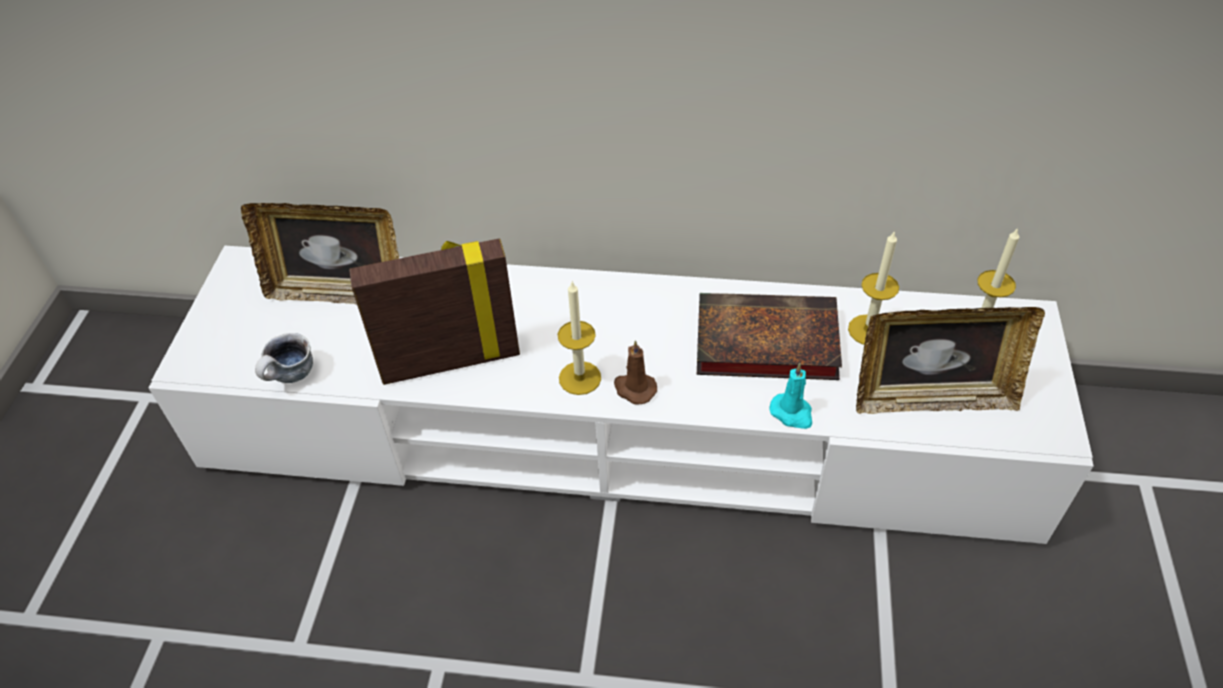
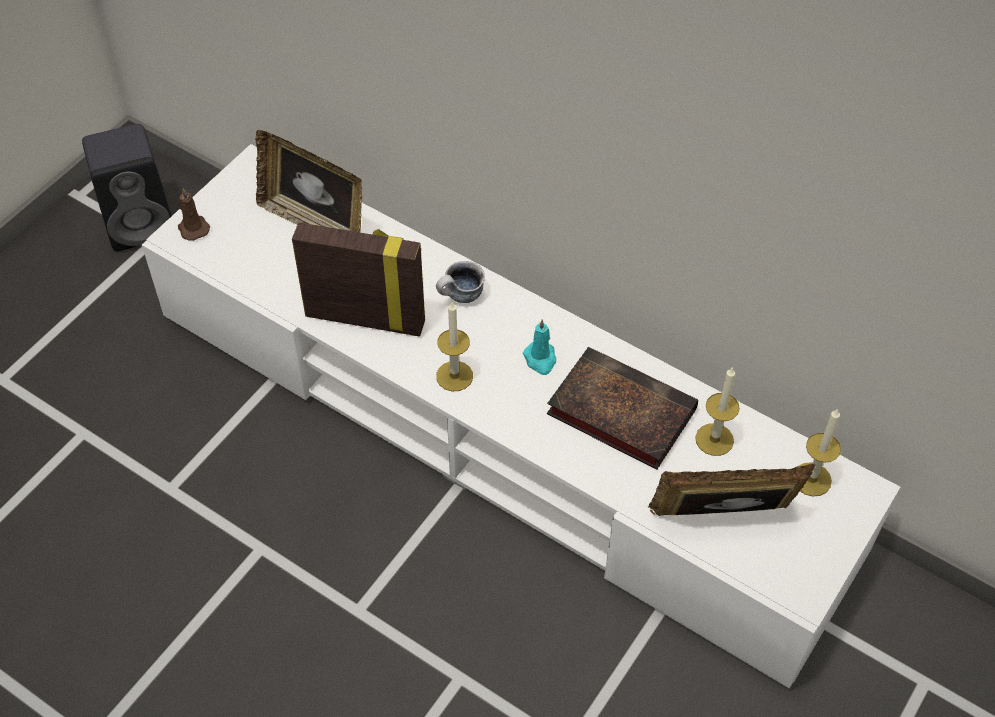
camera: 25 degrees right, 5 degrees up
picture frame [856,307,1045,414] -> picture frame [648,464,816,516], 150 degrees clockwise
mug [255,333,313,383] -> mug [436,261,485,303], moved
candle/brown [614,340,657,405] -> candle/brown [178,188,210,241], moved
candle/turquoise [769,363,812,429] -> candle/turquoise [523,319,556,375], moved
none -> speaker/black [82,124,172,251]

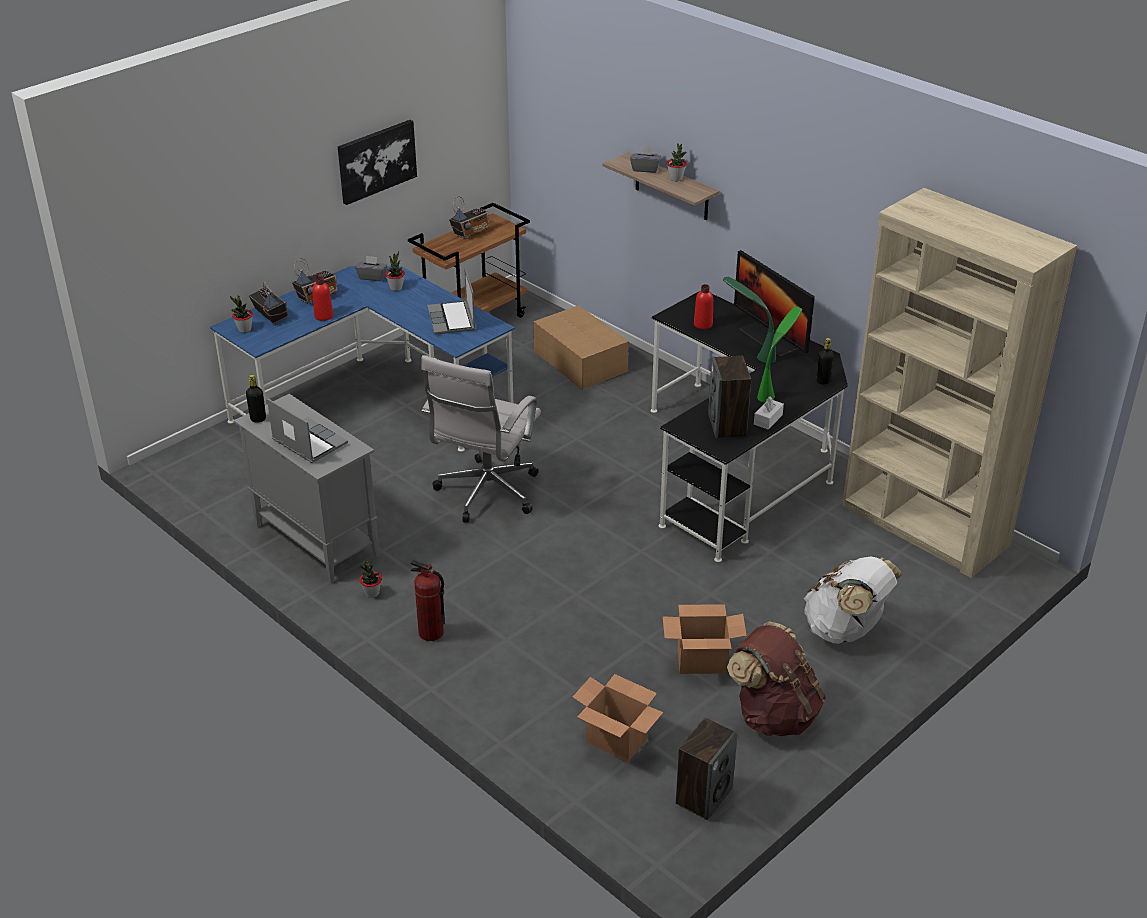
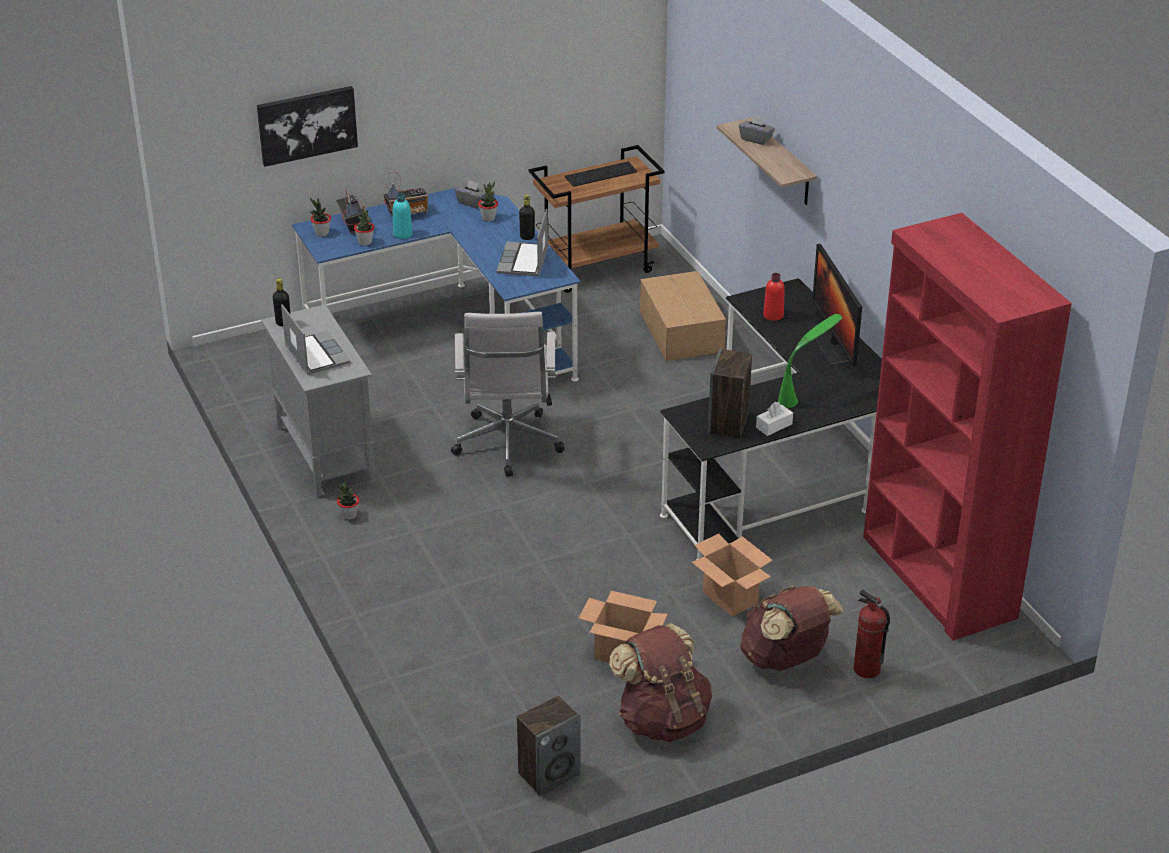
camera: 20 degrees right, 0 degrees up
picture [338,120,417,205] -> picture [257,86,358,167], moved
potted plant [667,143,687,181] -> potted plant [354,208,375,246], moved
bookcase/beige [842,188,1077,578] -> bookcase/red [863,213,1072,641]
radio [449,196,489,239] -> keyboard [565,161,637,187]
bottle/red [312,276,333,321] -> bottle/turquoise [393,193,413,239]
table lamp/green [723,276,776,363] -> none
bottle/black [816,338,834,385] -> bottle/black [519,195,535,240], moved
office chair/white [421,355,541,523] -> office chair/white [451,312,565,477], 45 degrees counterclockwise
backpack/white [804,557,902,644] -> backpack/brown [740,586,844,671]
fire extinguisher [411,560,445,641] -> fire extinguisher [854,590,890,678], moved
cardboard box [573,674,663,762] -> cardboard box [692,534,773,617], moved

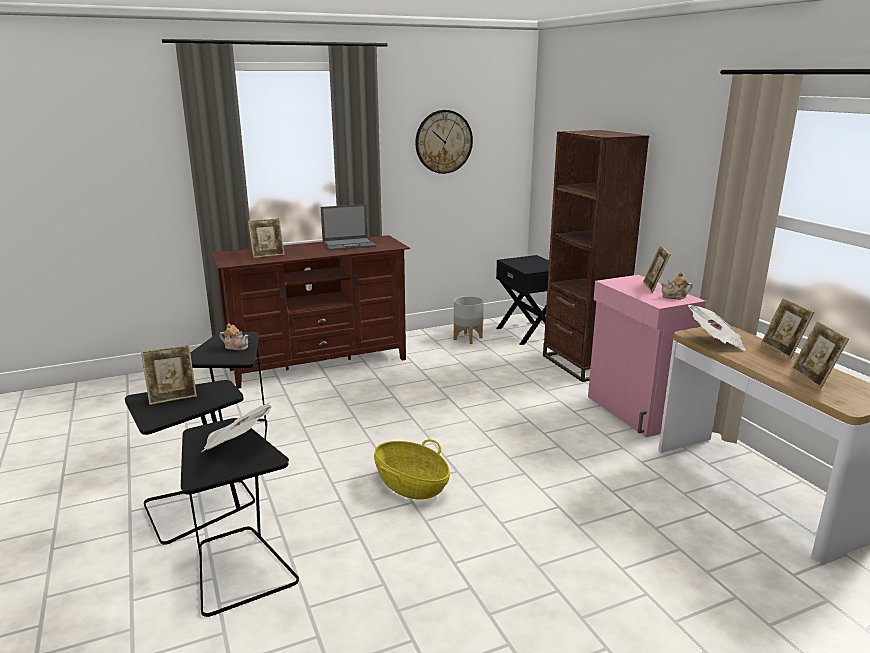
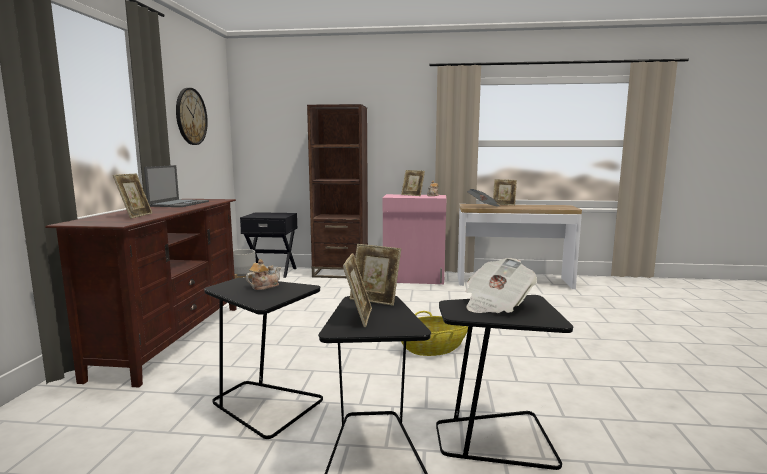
camera: 60 degrees left, 10 degrees down
picture frame [791,321,849,388] -> picture frame [349,244,401,306], moved

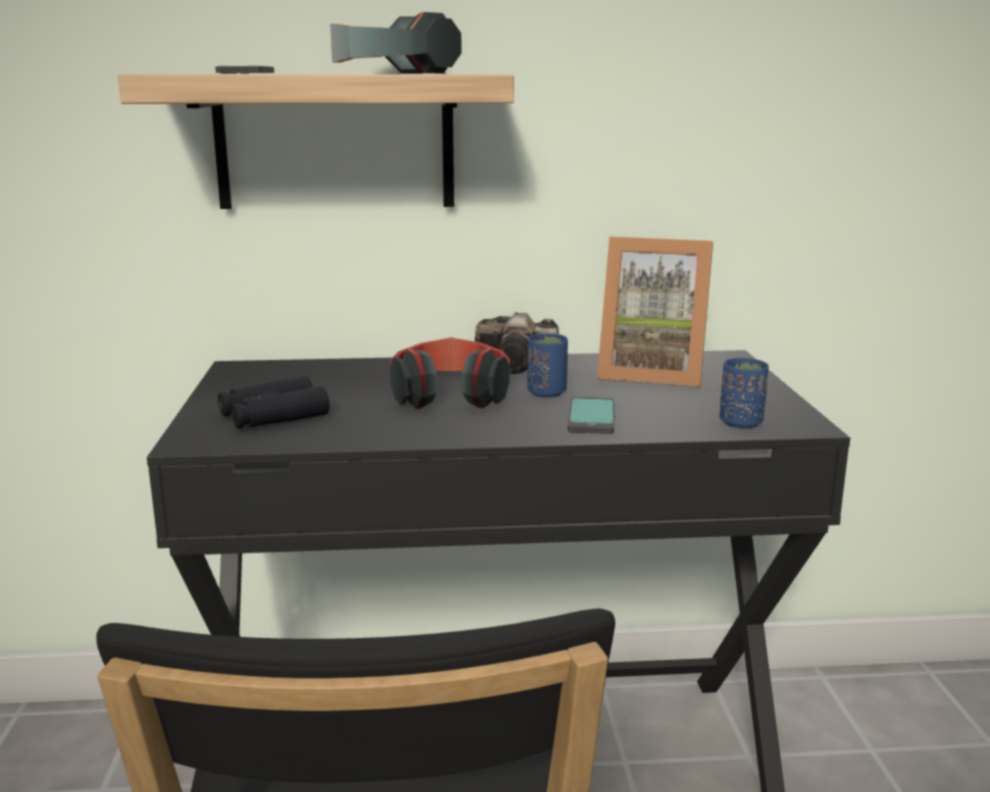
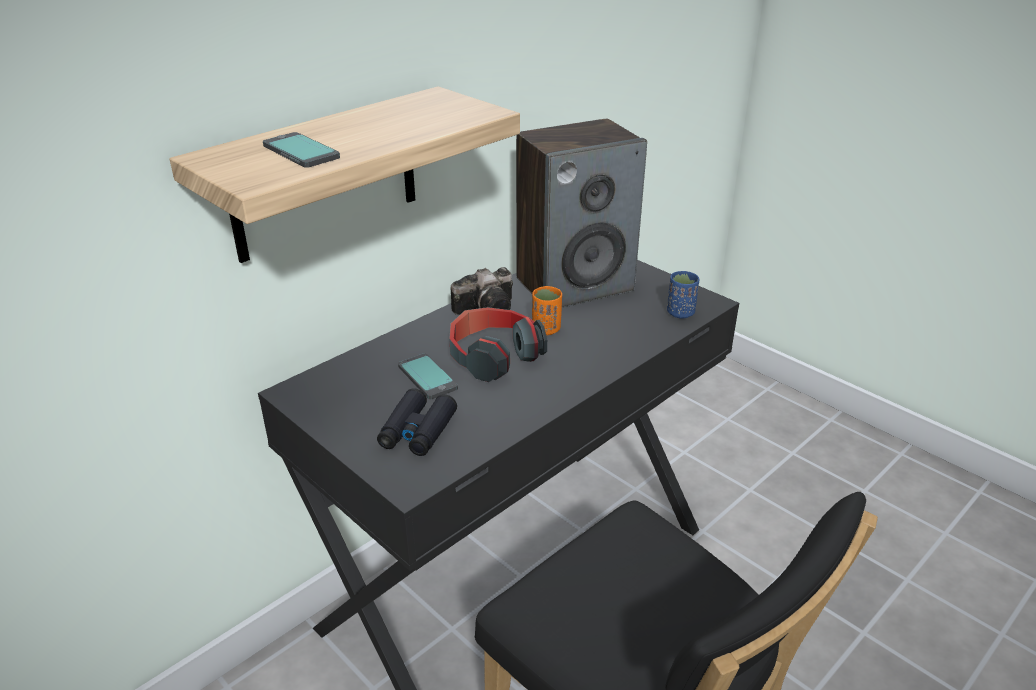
camera: 40 degrees left, 15 degrees up
headphones [330,12,462,73] -> none
picture frame [597,237,713,387] -> speaker [516,119,647,308]
cup/blue [527,333,568,398] -> cup/orange [532,286,562,335]
phone [567,397,615,434] -> phone [398,353,458,399], moved

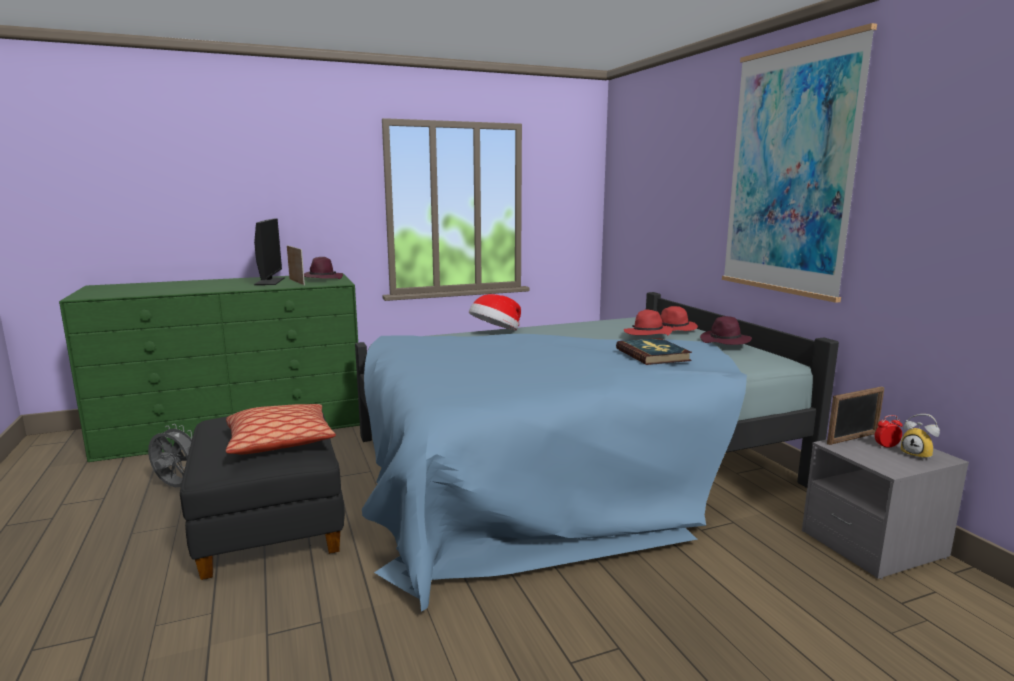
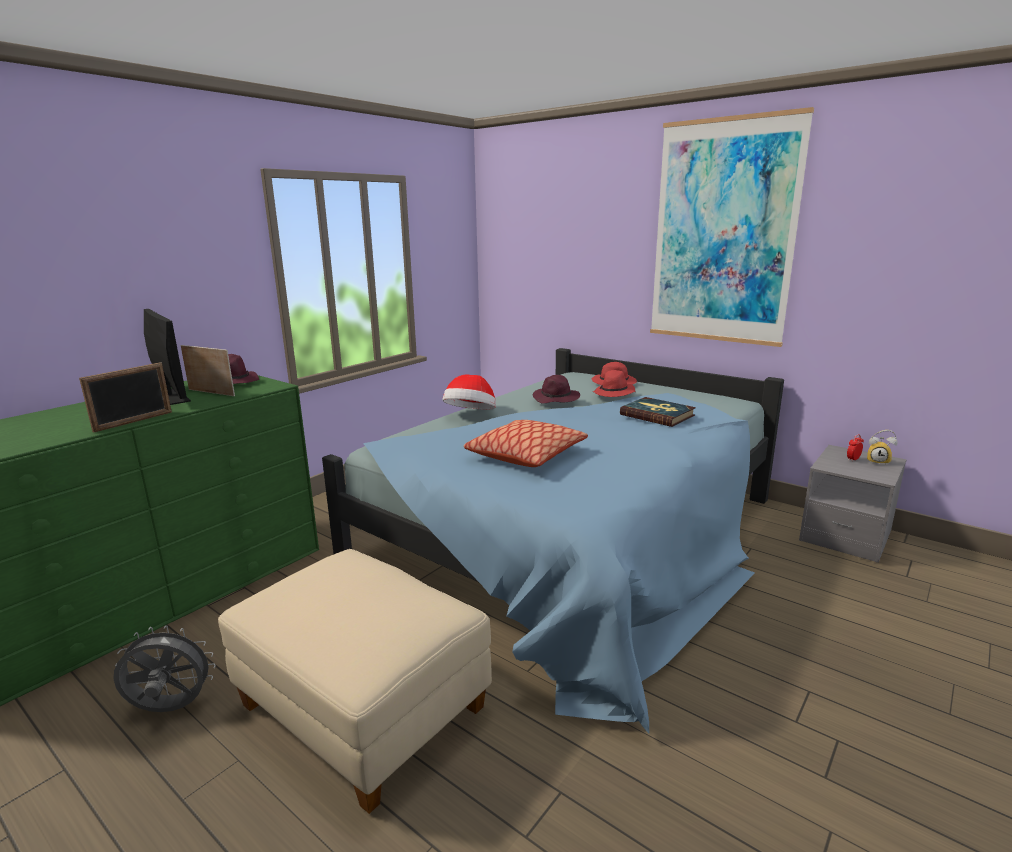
camera: 30 degrees left, 5 degrees up
hat/purple [700,316,752,345] -> hat/purple [533,375,580,403], moved
picture frame [827,387,884,445] -> picture frame [79,362,172,432], moved
pillow [226,404,336,454] -> pillow [464,420,588,467], moved
ottoman/black [180,412,345,580] -> ottoman/beige [218,549,492,814]

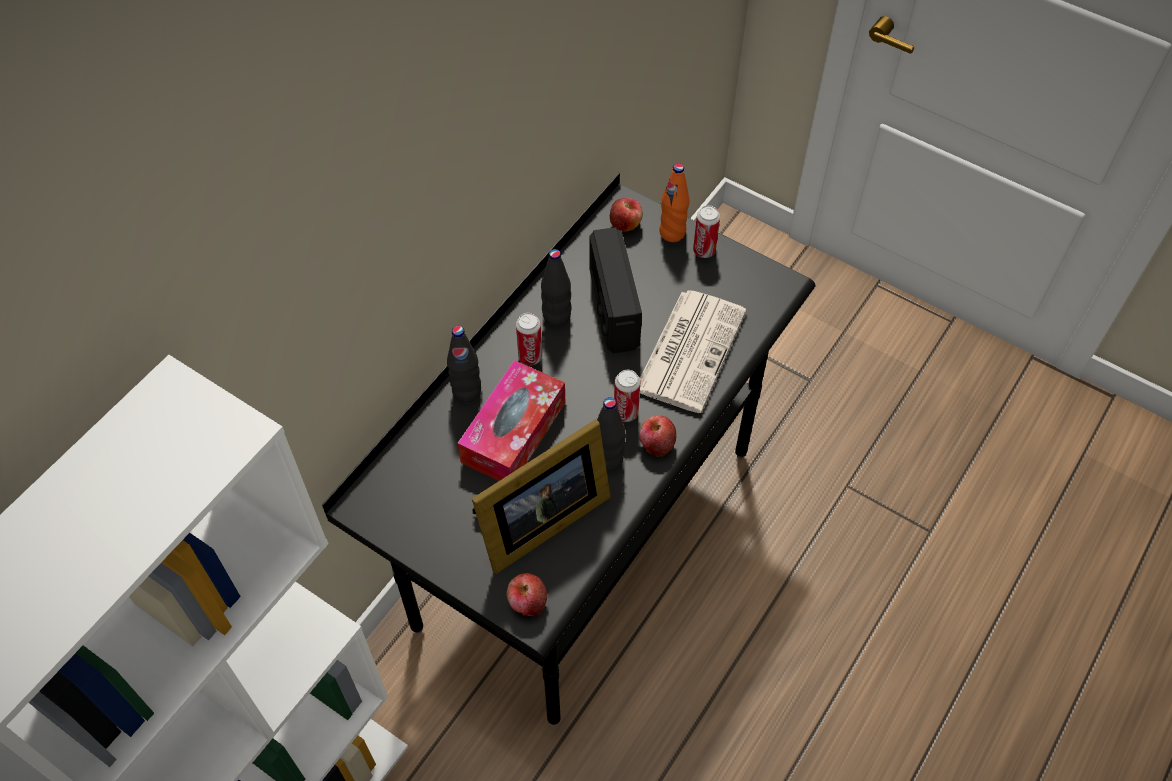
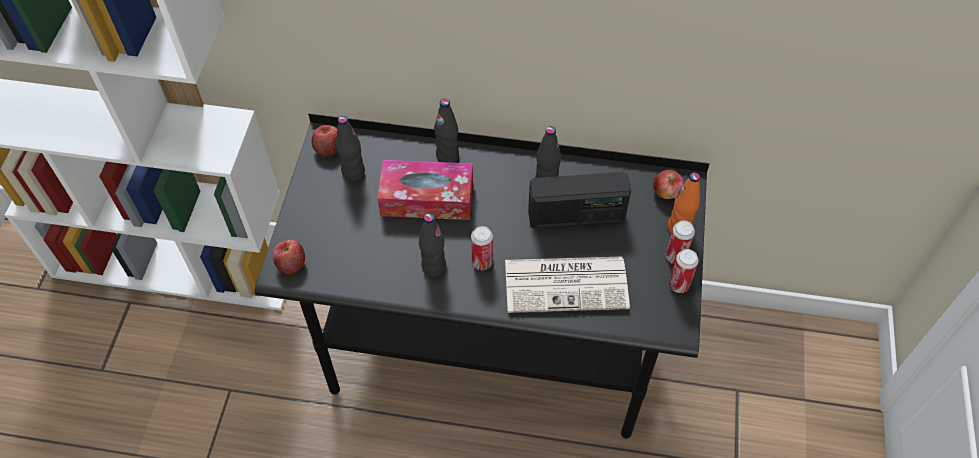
camera: 65 degrees right, 0 degrees up
radio [589,227,642,353] -> radio [528,172,631,229], 150 degrees counterclockwise
can [516,313,542,365] -> can [669,249,699,293], moved
apple [639,415,676,456] -> apple [311,125,337,157], moved
picture frame [472,419,611,574] -> none
none -> bottle/black [336,116,365,181]

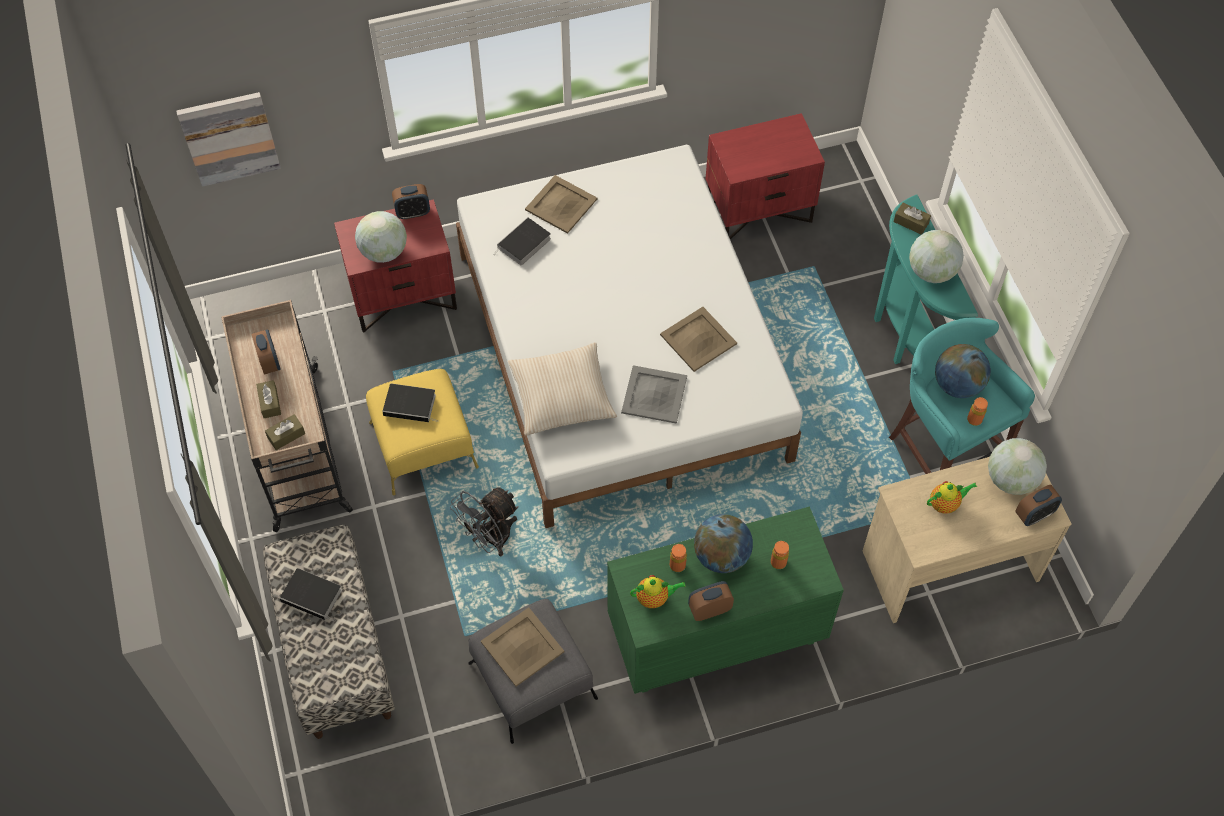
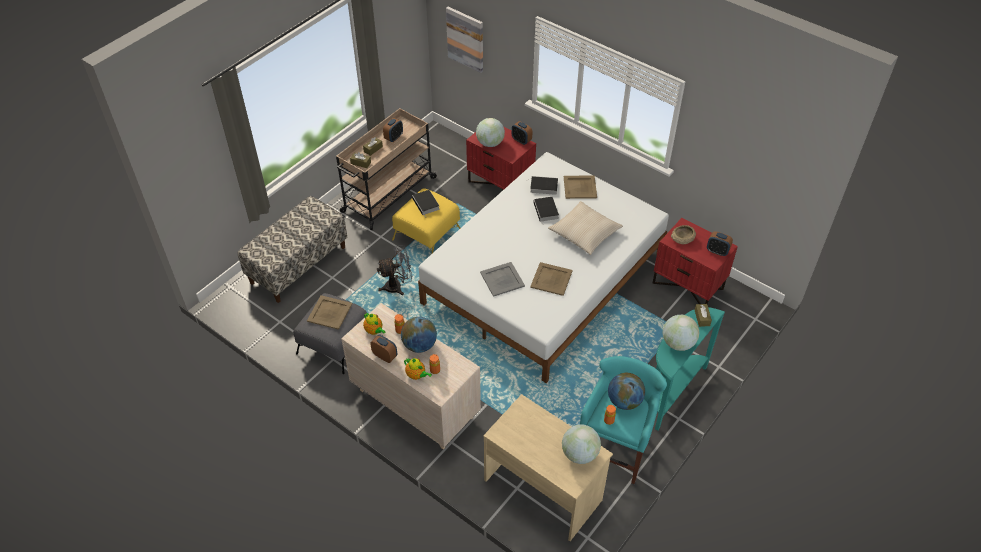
camera: 55 degrees right, 10 degrees down
pillow/beige [508,342,617,436] -> pillow/beige [548,201,623,255], moved
teapot [927,481,977,514] -> teapot [404,358,432,380], moved
alarm clock [1015,485,1062,526] -> alarm clock [707,231,733,256], moved
fan/grey [450,487,519,556] -> fan/grey [377,245,412,295], 150 degrees clockwise
dresser/green [607,507,844,694] -> dresser/beige [341,303,481,450]
book [279,568,342,622] -> book [534,197,559,224], moved
none -> bowl/beige [671,225,696,244]

